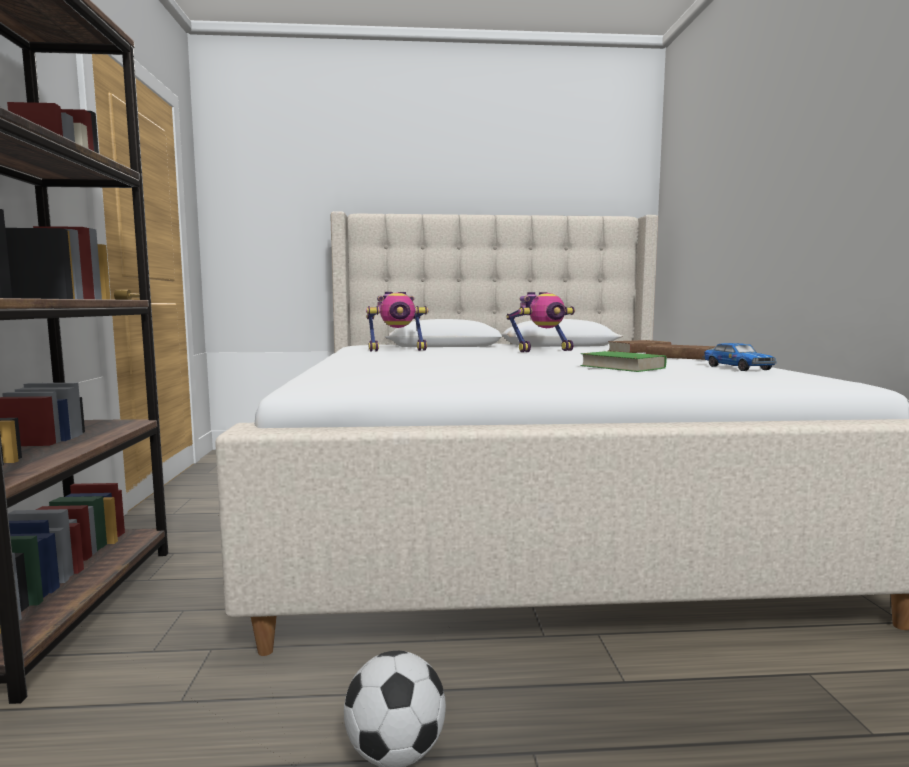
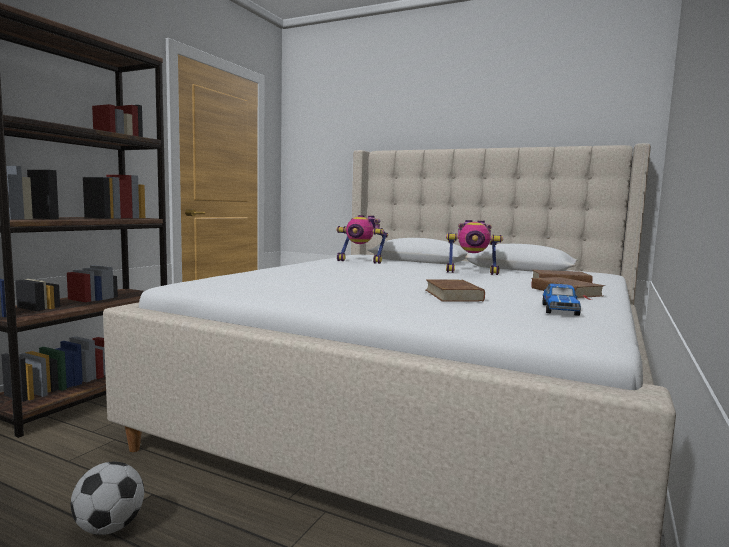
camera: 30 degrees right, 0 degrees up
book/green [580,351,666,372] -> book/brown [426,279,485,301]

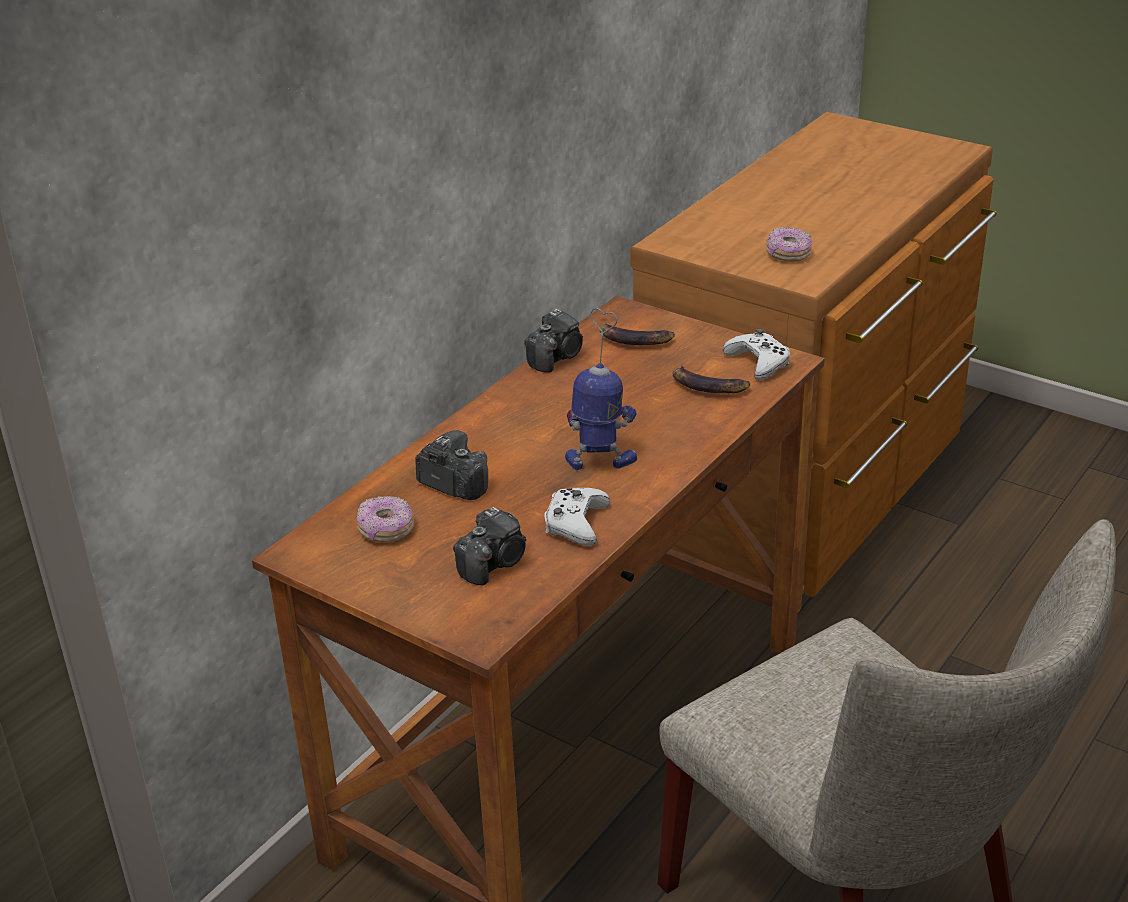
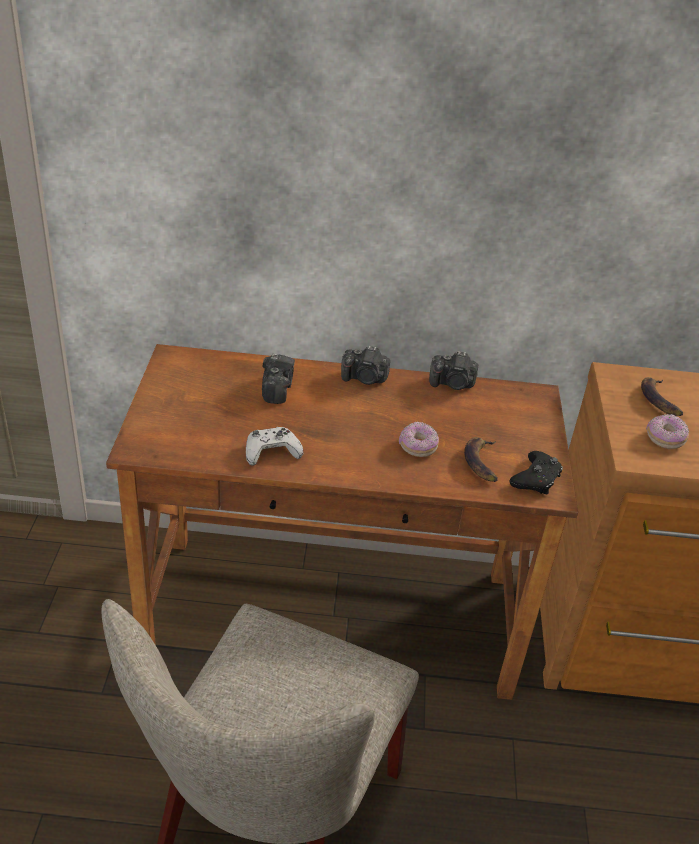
camera: 55 degrees right, 5 degrees up
toy robot [565,308,637,470] -> none
banana [600,322,675,345] -> banana [641,377,683,416], moved
game controller/white [723,329,790,380] -> game controller/black [510,451,563,495]
donut [357,496,414,542] -> donut [399,422,439,457], moved
photo camera [453,507,526,585] -> photo camera [341,345,390,385], moved

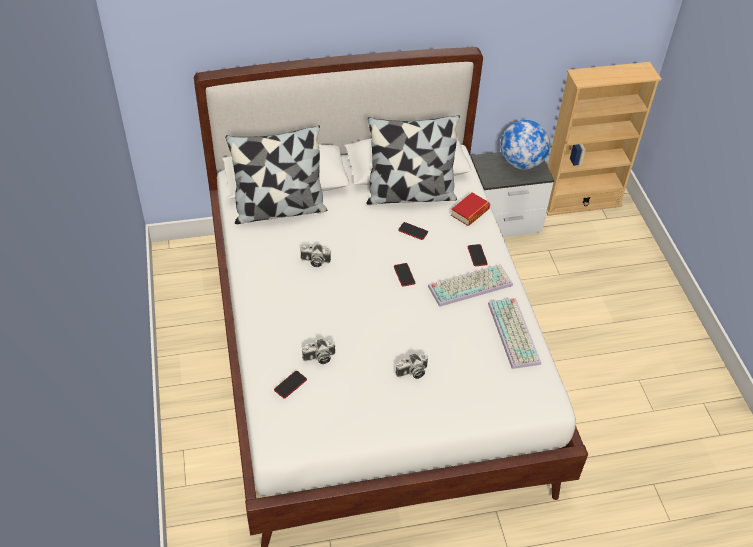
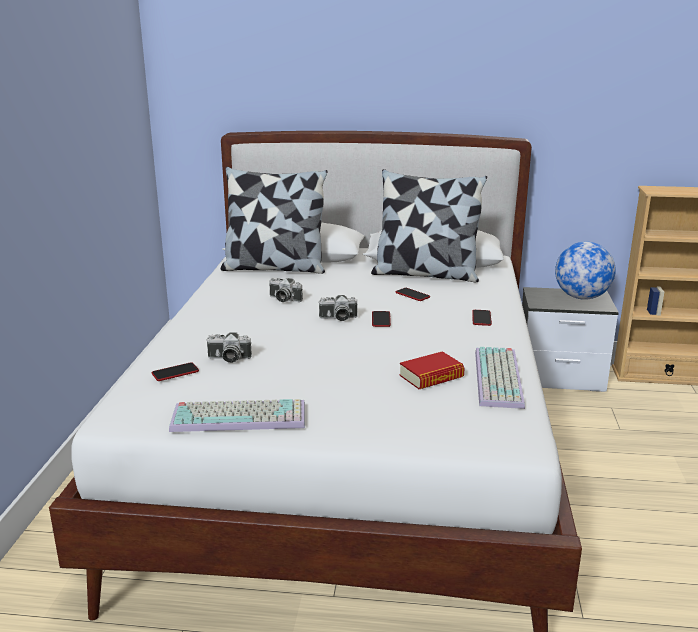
camera: 20 degrees right, 25 degrees down
book [451,192,490,226] -> book [399,351,465,389], moved
keyboard [428,264,513,307] -> keyboard [169,399,305,432], moved
photo camera [395,354,428,379] -> photo camera [318,295,357,321], moved

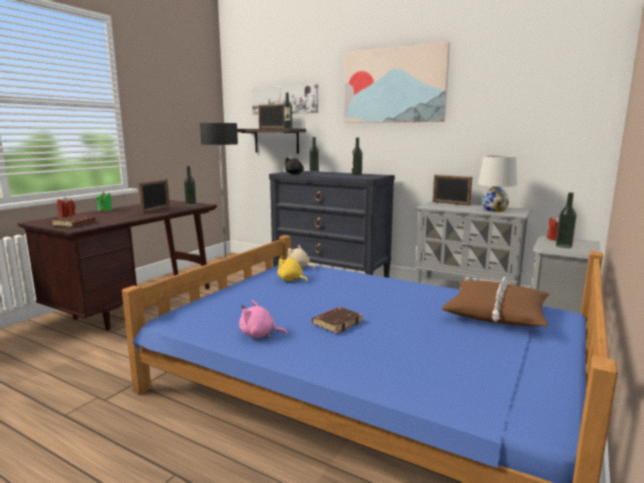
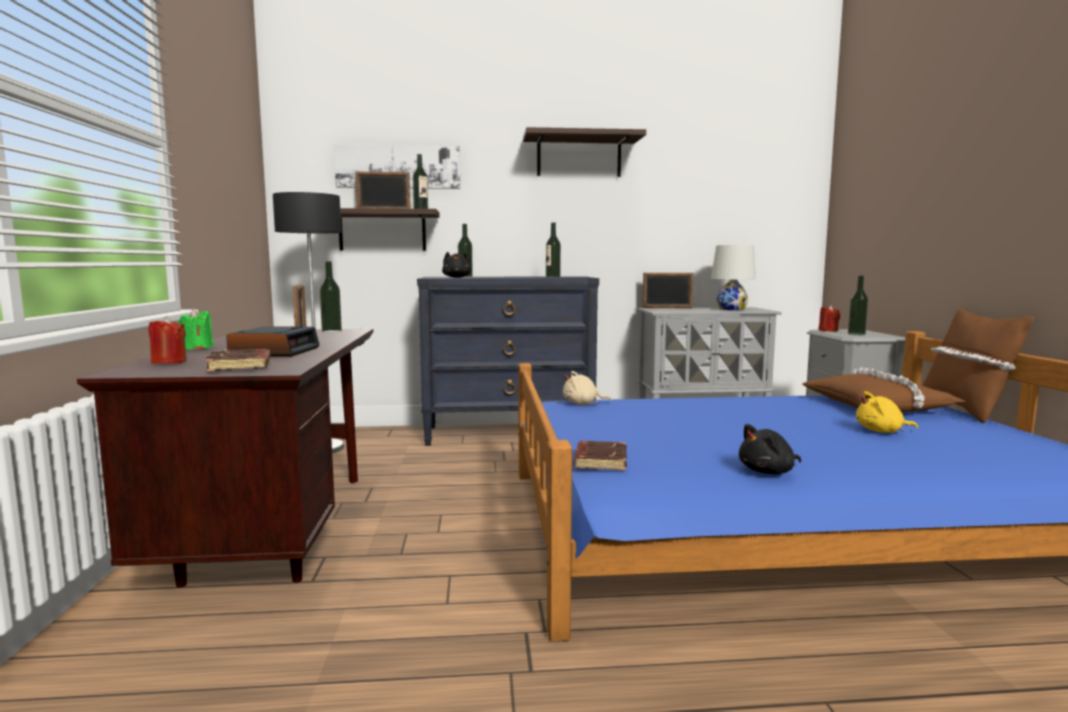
camera: 35 degrees left, 5 degrees down
picture [344,42,450,123] -> shelf [523,127,646,177]
plush toy/yellow [277,255,308,282] -> plush toy/yellow [856,391,918,433], moved
plush toy/pink [239,300,288,338] -> plush toy/black [739,424,801,474]
book/brown [312,307,363,333] -> book/brown [574,441,627,470], moved
none -> pillow/brown [923,308,1034,423]
none -> alarm clock [226,326,320,357]

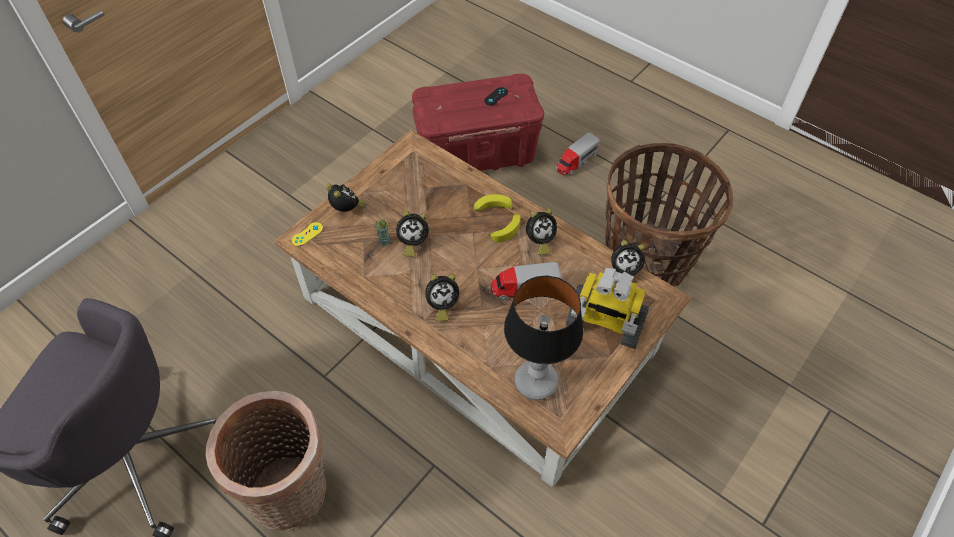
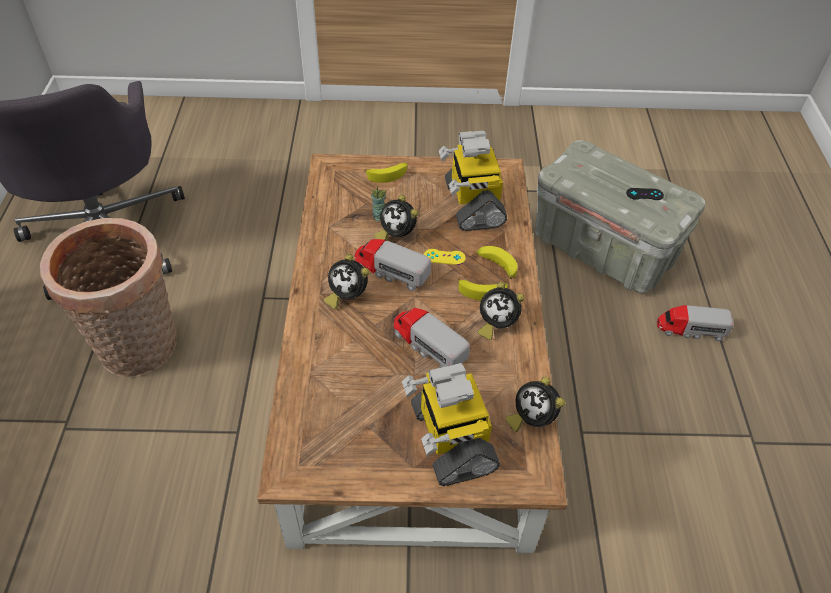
camera: 50 degrees right, 5 degrees down
storage box/red [412,74,544,171] -> storage box/grey [535,140,705,293]
basket [605,143,733,287] -> none
alarm clock [326,184,366,212] -> banana [364,162,407,183]
game controller/yellow [292,222,323,246] -> game controller/yellow [424,249,466,265], moved
table lamp [504,275,583,400] -> none
none -> toy robot [439,131,507,231]
none -> toy truck [354,239,431,291]

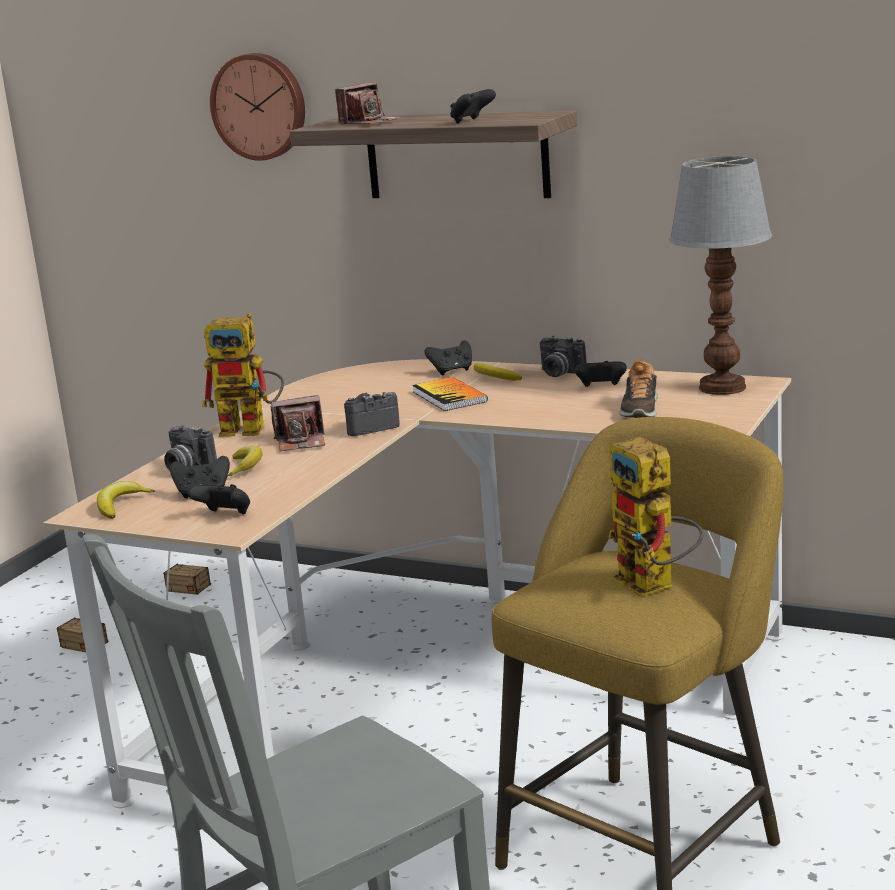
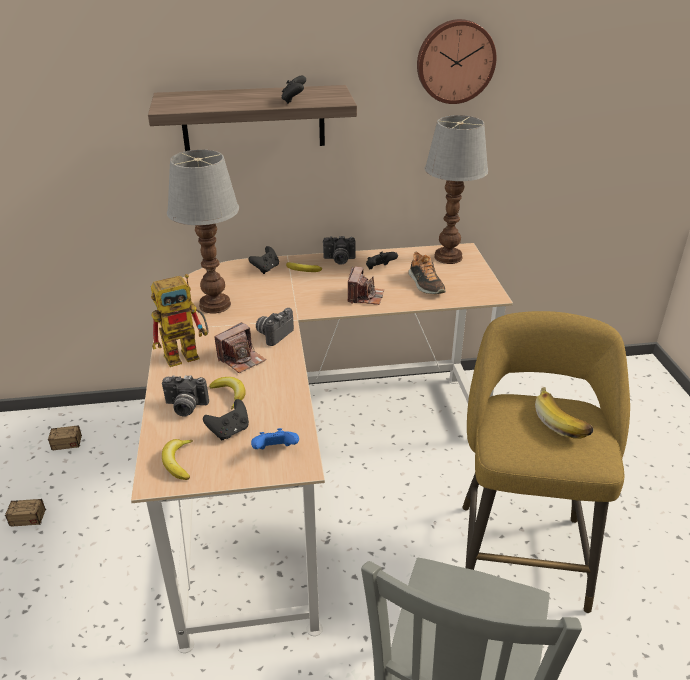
camera: 35 degrees left, 15 degrees up
wall clock [210,53,305,161] -> wall clock [417,19,496,104], moved
photo camera [335,83,401,124] -> photo camera [348,267,384,305], moved
book [412,377,488,411] -> none
toy robot [608,437,703,597] -> banana [535,387,593,438]
game controller/black [187,484,250,514] -> game controller/blue [251,428,299,449]
none -> table lamp [167,150,239,313]

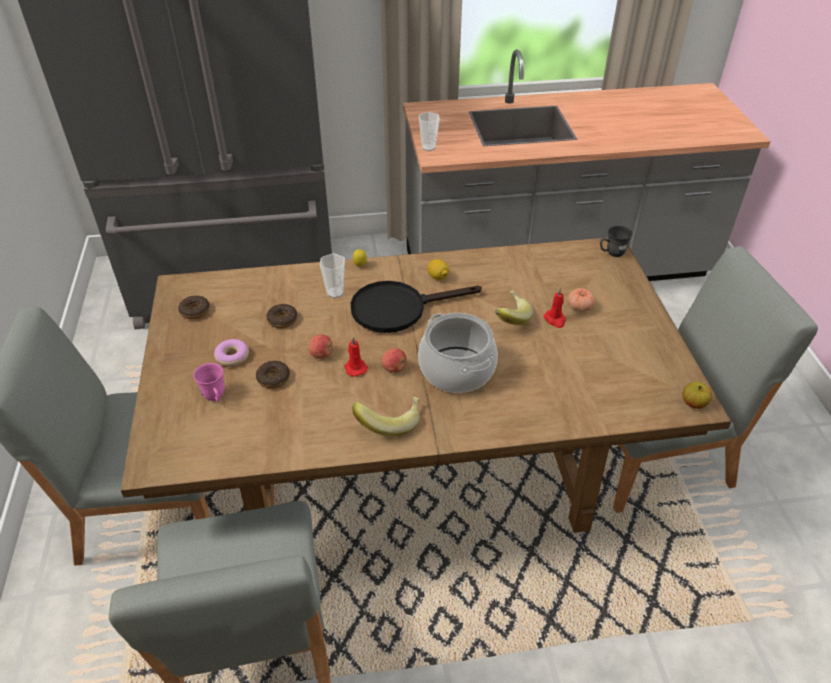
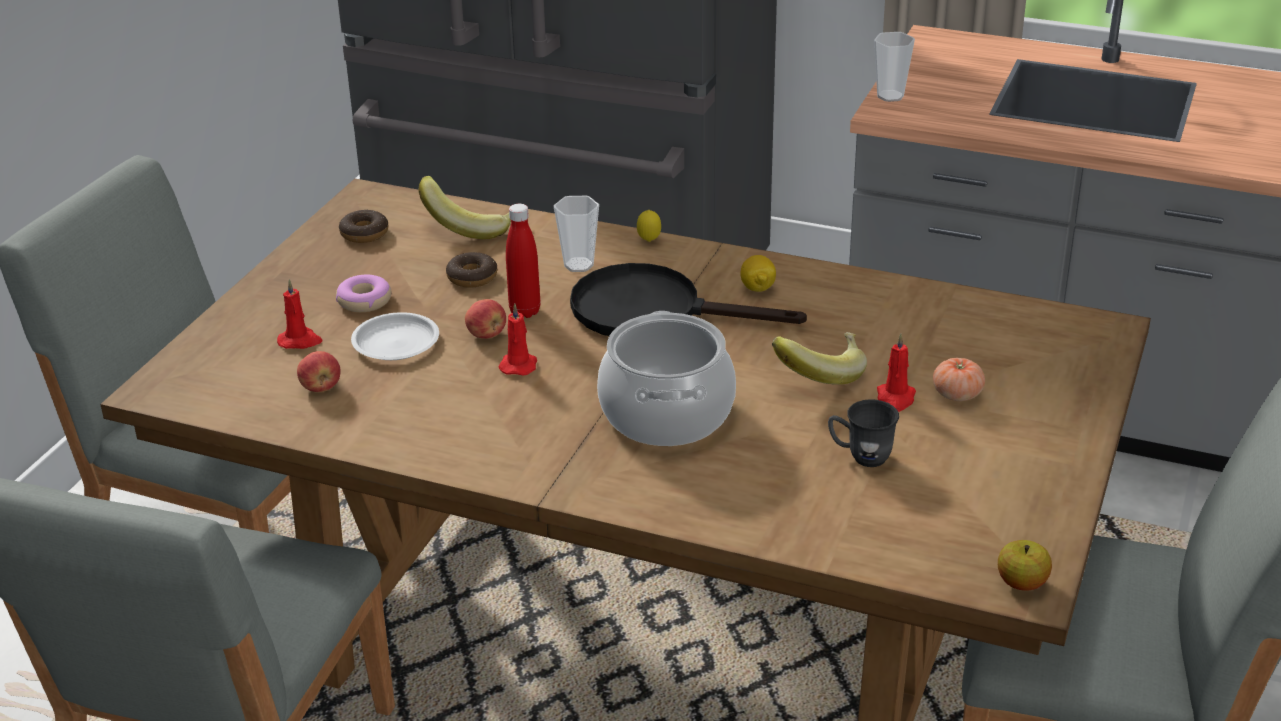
camera: 30 degrees right, 10 degrees down
mug/grey [600,226,632,257] -> mug/grey [828,399,899,467], moved
apple [382,348,407,373] -> apple [297,351,341,392], moved
donut [256,361,290,388] -> plate/white [351,312,439,360]
mug/pink [193,363,225,402] -> candle/red [277,279,323,349]
banana [352,397,420,436] -> banana [419,176,511,239], moved
none -> bottle/red [506,204,540,318]

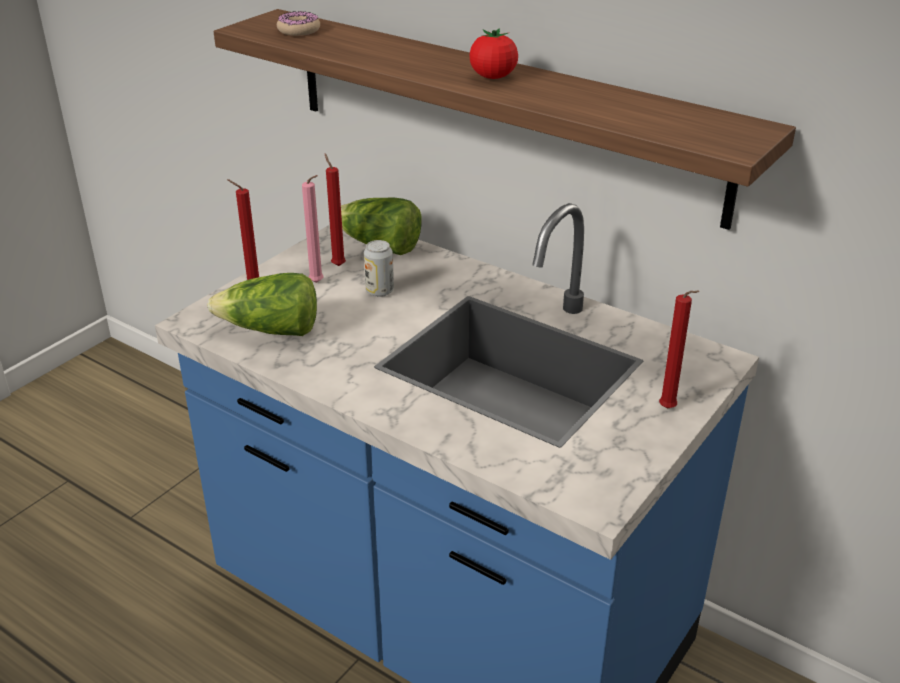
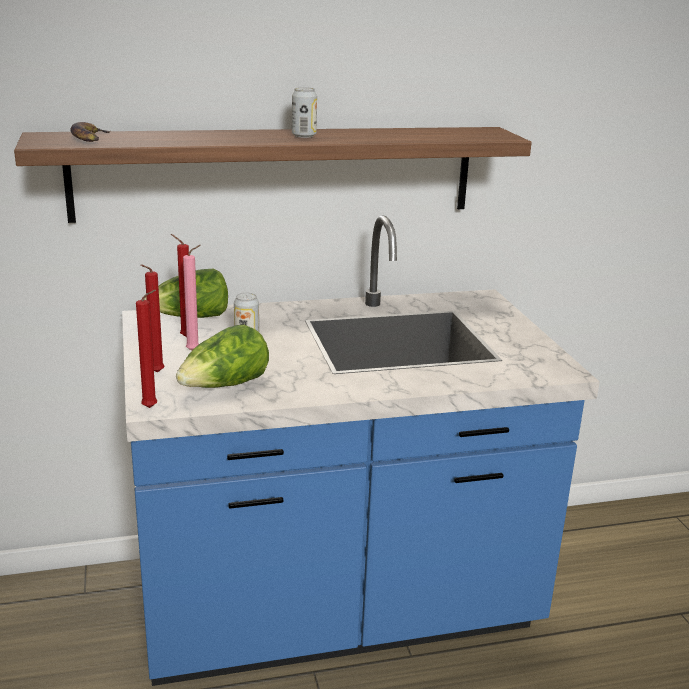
camera: 50 degrees left, 10 degrees down
donut [277,11,320,36] -> banana [70,122,111,142]
tomato [470,28,518,79] -> can [292,87,317,138]
candle/red [659,290,700,409] -> candle/red [136,290,157,408], moved

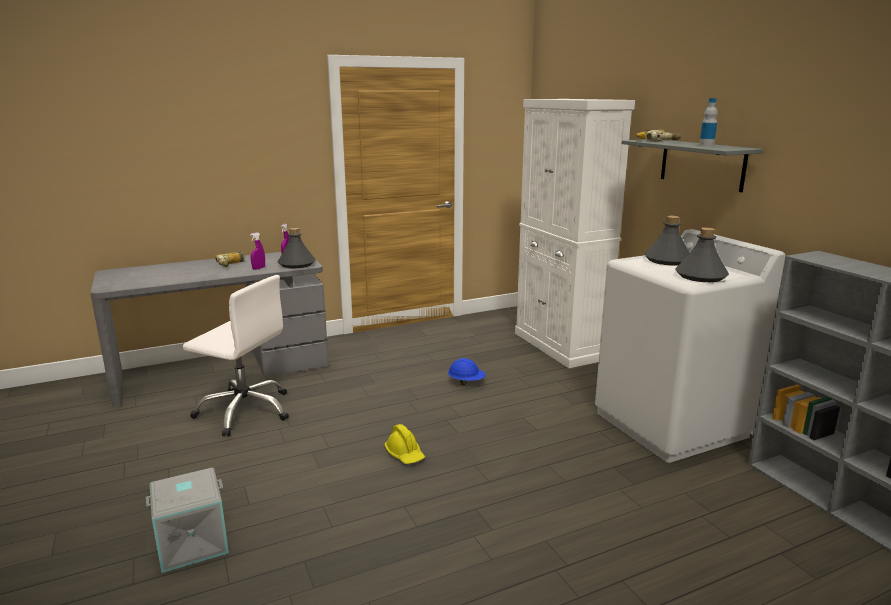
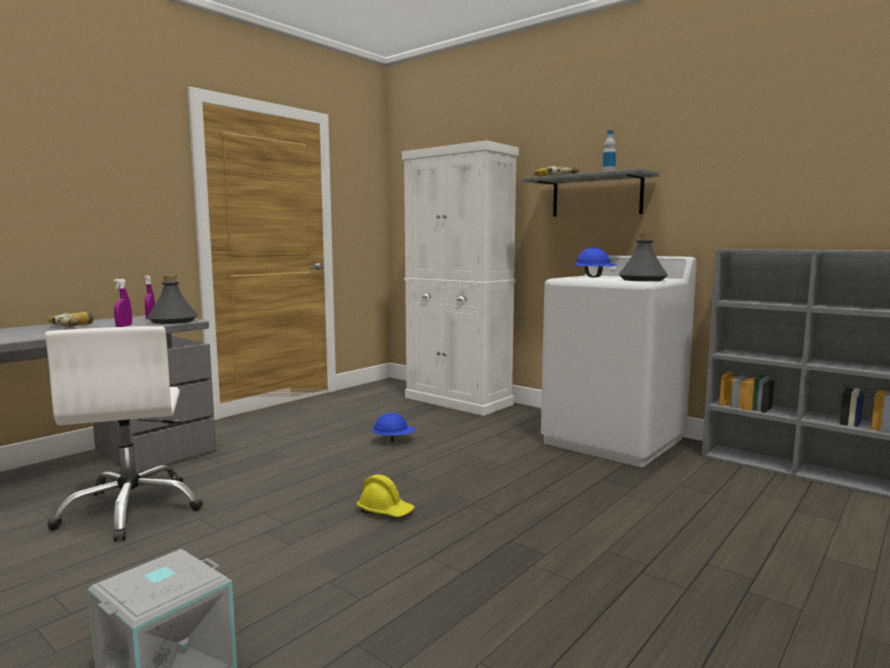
camera: 25 degrees left, 10 degrees down
bottle/grey [645,216,690,266] -> hard hat/blue [574,247,617,277]
office chair/white [183,275,289,436] -> office chair/white [45,326,203,541], 75 degrees clockwise

